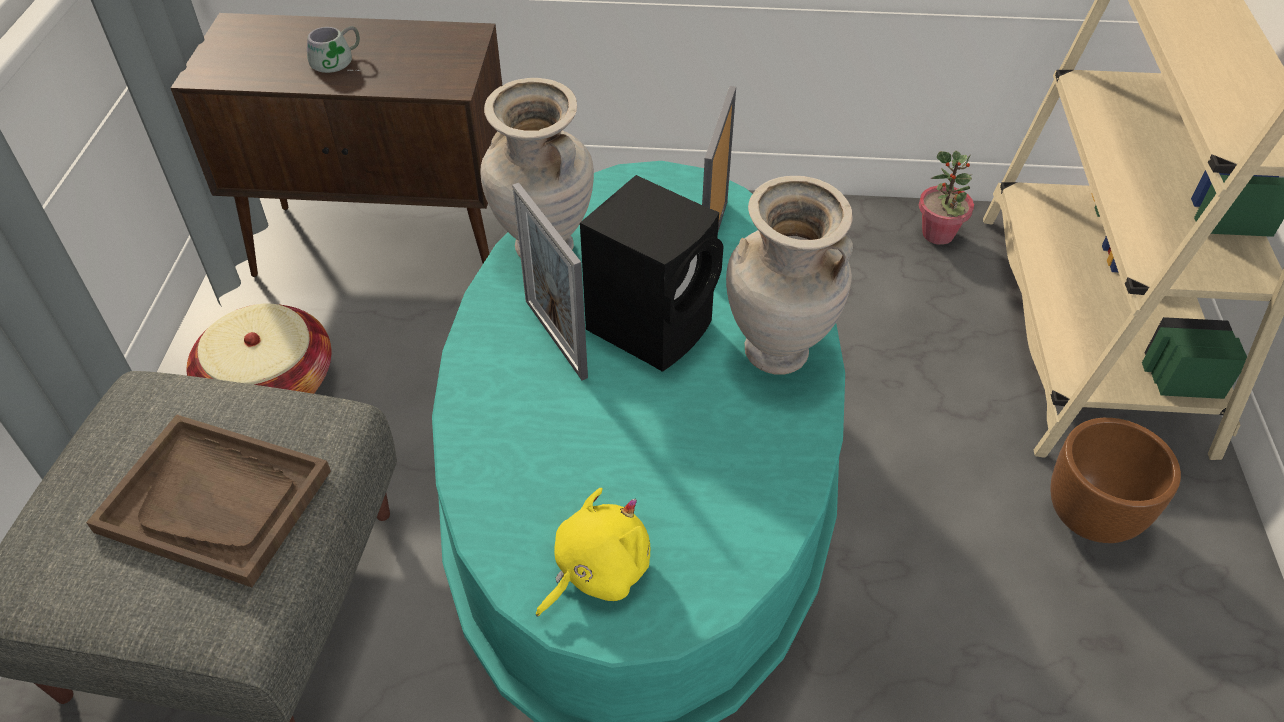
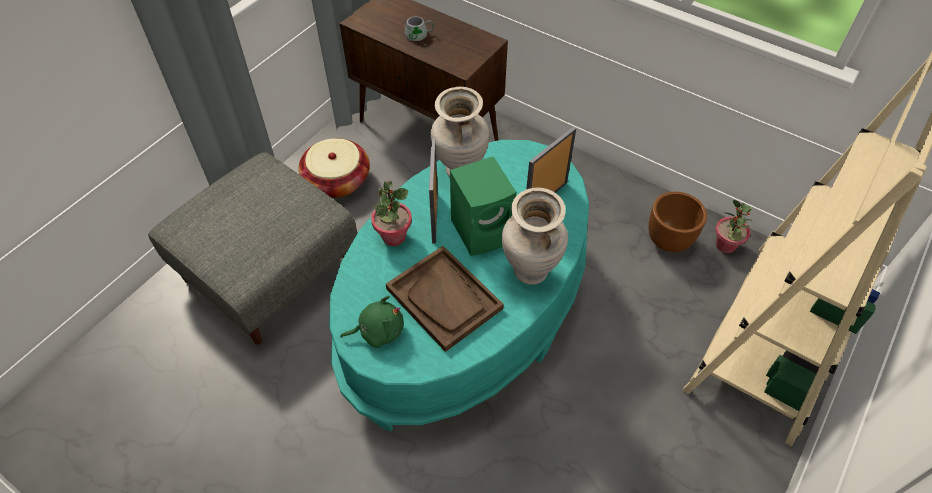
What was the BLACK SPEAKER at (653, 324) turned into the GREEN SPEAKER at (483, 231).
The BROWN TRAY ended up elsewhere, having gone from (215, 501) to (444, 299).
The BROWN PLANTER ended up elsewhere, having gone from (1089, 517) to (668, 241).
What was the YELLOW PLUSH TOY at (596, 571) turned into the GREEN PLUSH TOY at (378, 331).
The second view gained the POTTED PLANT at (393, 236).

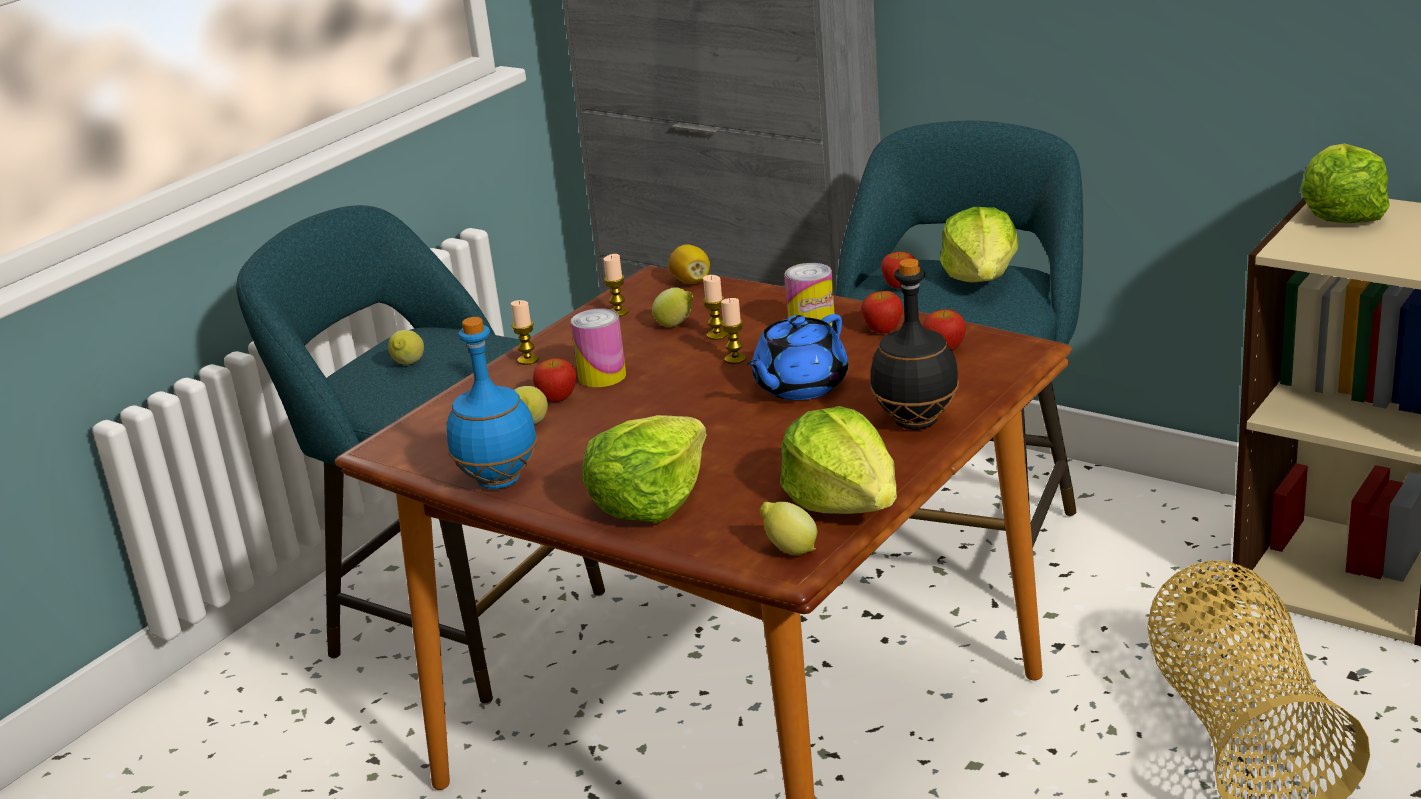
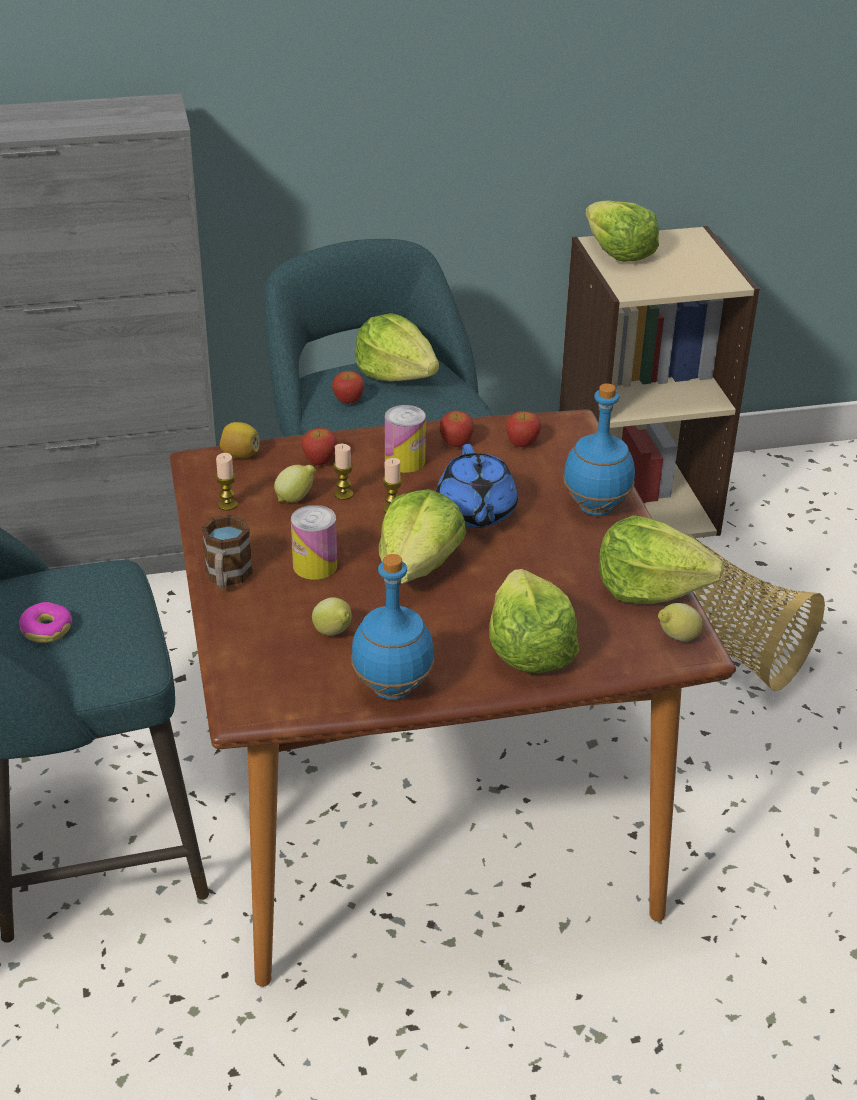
What was the BLACK BOTTLE at (914, 421) turned into the BLUE BOTTLE at (594, 507).
Where the CANDLE stood at (528, 360), the MUG came to stand at (227, 577).
Where the LEMON stood at (408, 365), the DONUT came to stand at (46, 629).
The APPLE ended up elsewhere, having gone from (557, 398) to (320, 460).
The second view gained the LETTUCE at (419, 565).

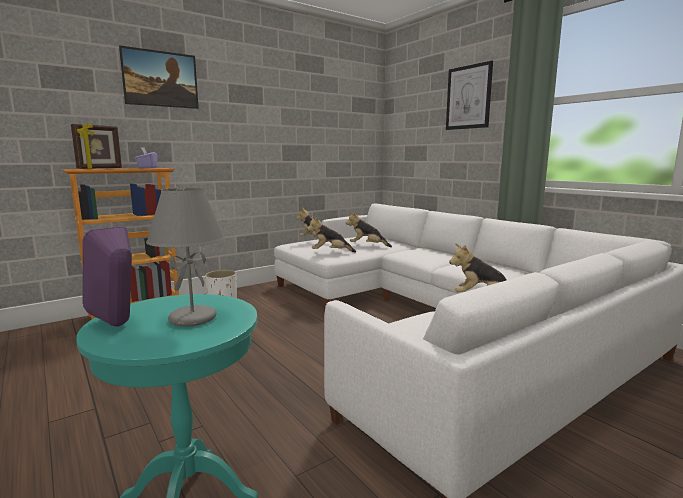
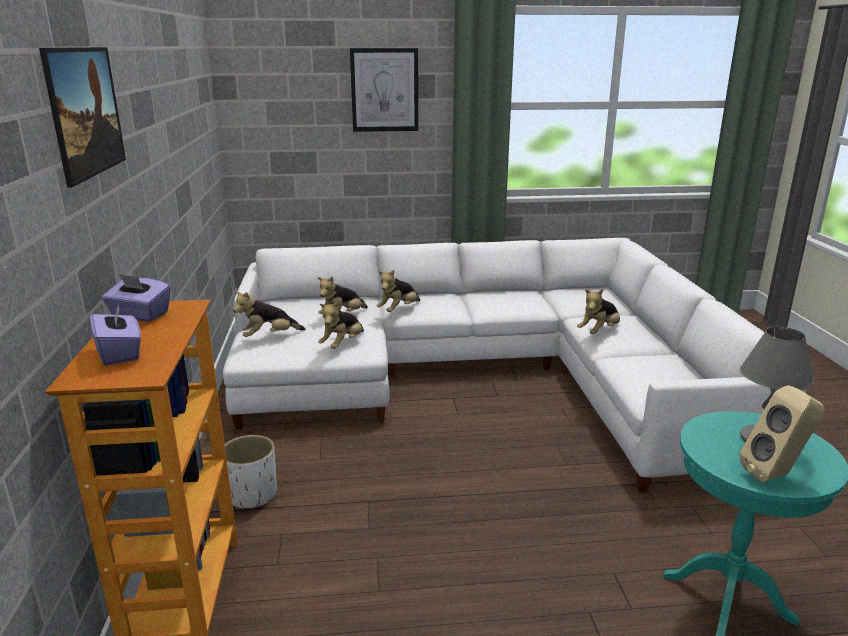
Where the PICTURE FRAME stood at (100, 168), the PURPLE TISSUE BOX came to stand at (120, 353).
What was the PURPLE SPEAKER at (118, 325) turned into the BEIGE SPEAKER at (775, 475).
The second view gained the PLUSH TOY at (399, 310).

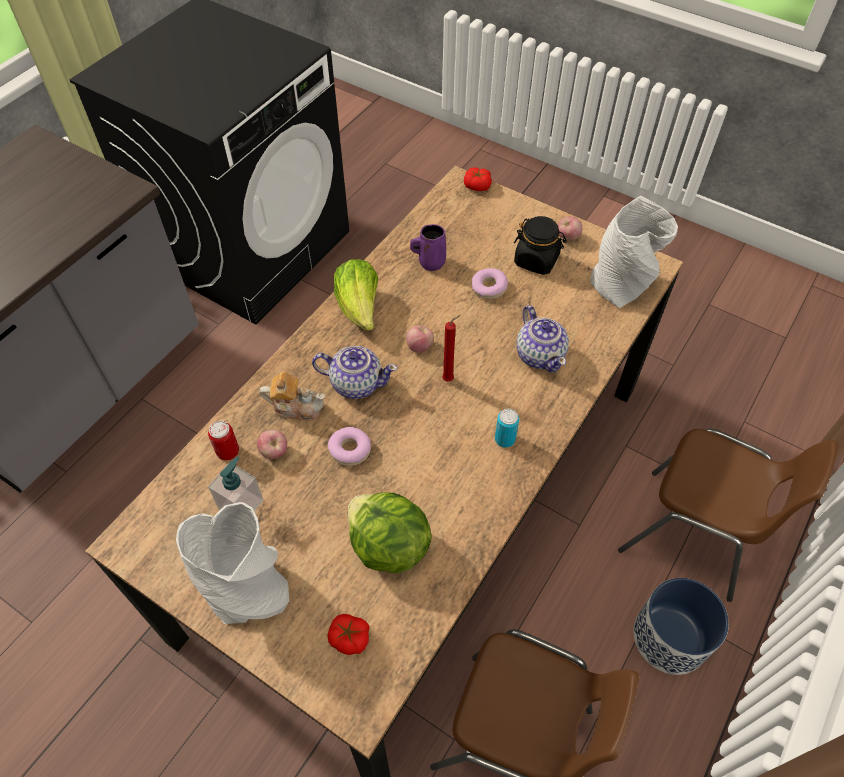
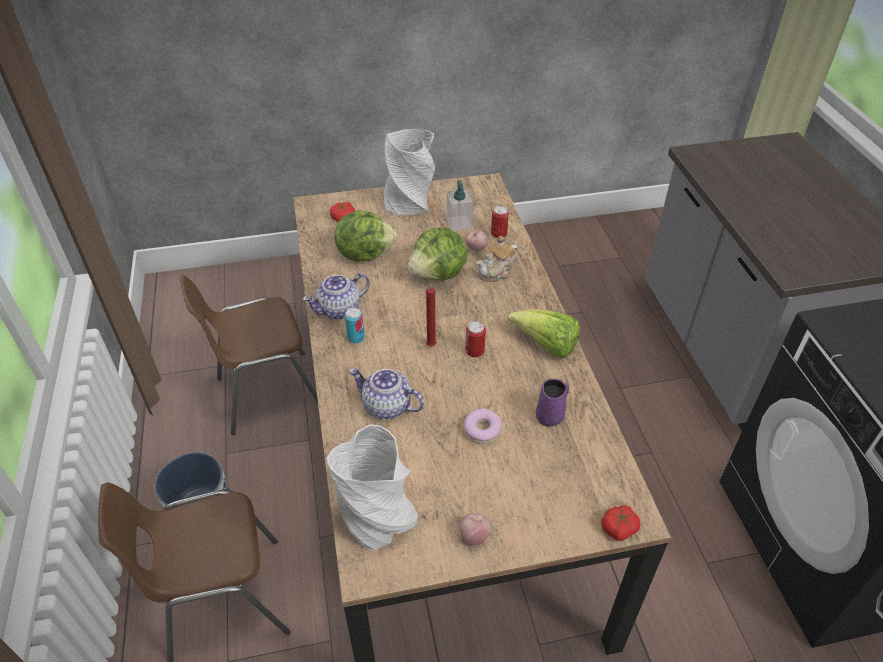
The second view lost the BLACK JAR at (536, 260).
Where the APPLE stood at (419, 347), the CAN came to stand at (474, 351).
The TEAPOT ended up elsewhere, having gone from (356, 383) to (340, 309).
Where the DONUT stood at (350, 450), the LETTUCE came to stand at (439, 274).

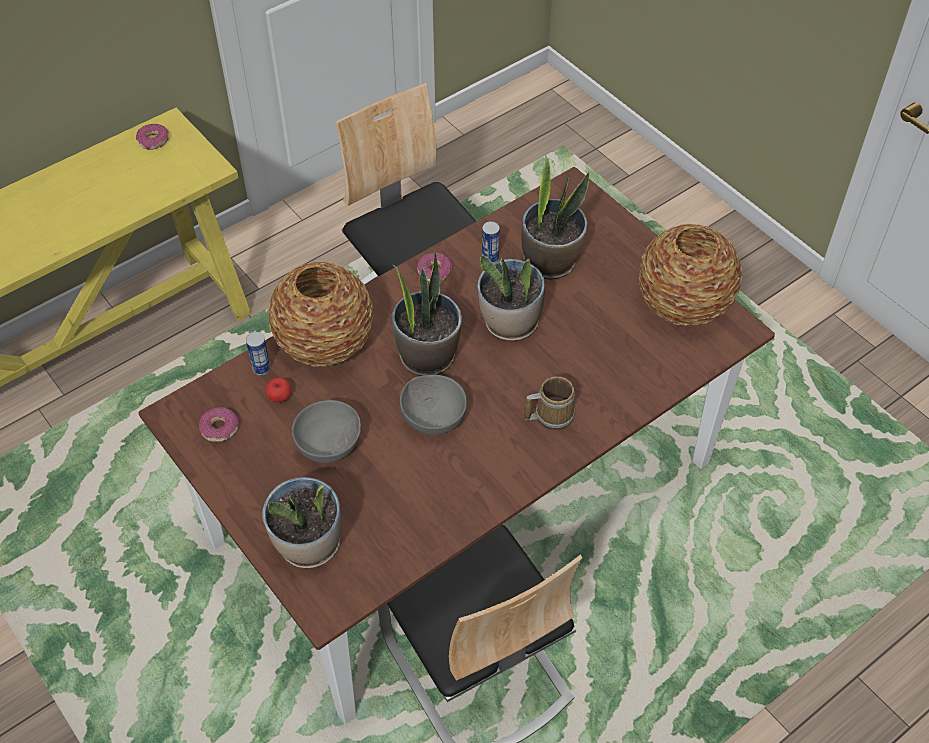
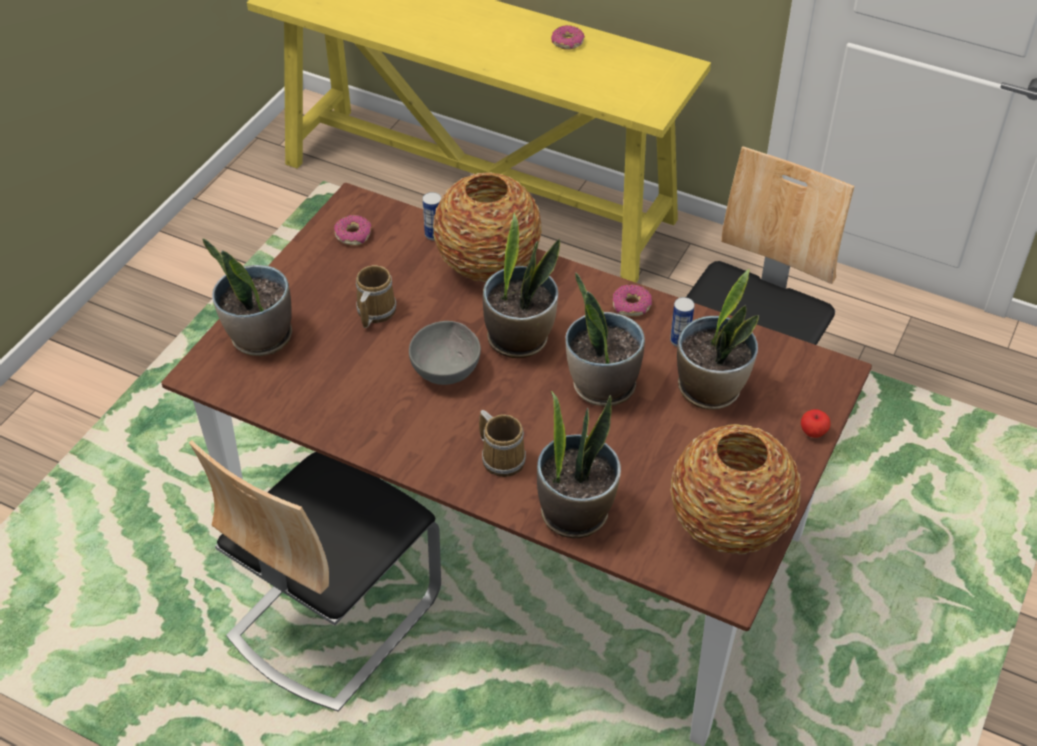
The DONUT ended up elsewhere, having gone from (154, 141) to (567, 43).
The APPLE ended up elsewhere, having gone from (279, 397) to (813, 432).
Where the GREY BOWL stood at (330, 445), the MUG came to stand at (374, 311).
The second view gained the POTTED PLANT at (575, 512).

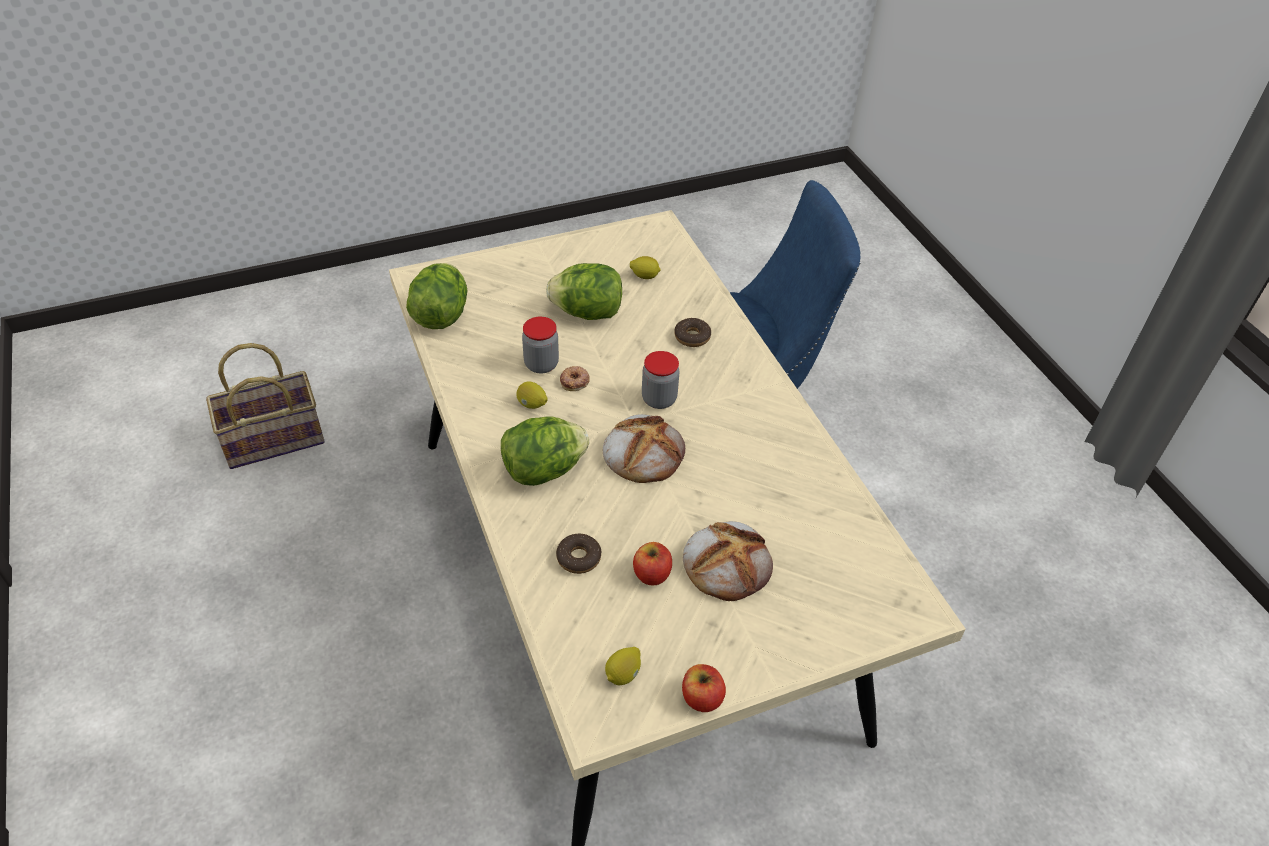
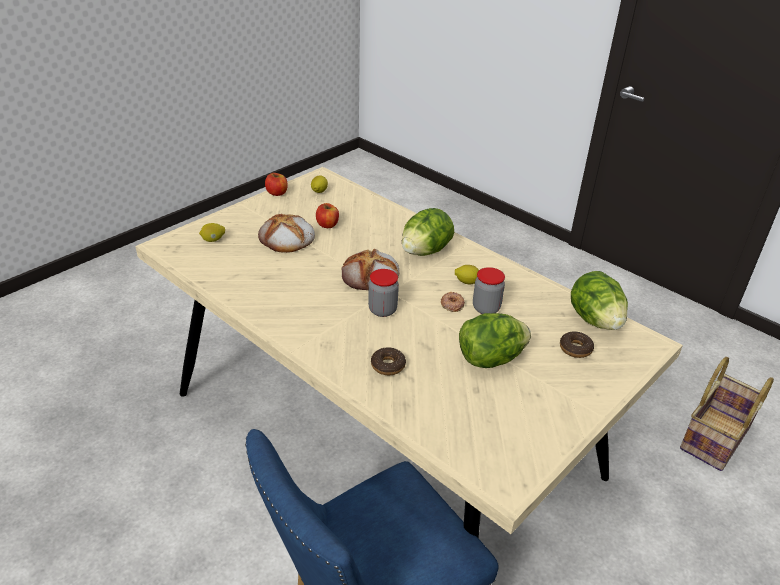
The LEMON ended up elsewhere, having gone from (645, 276) to (213, 240).
The DONUT ended up elsewhere, having gone from (578, 558) to (575, 349).

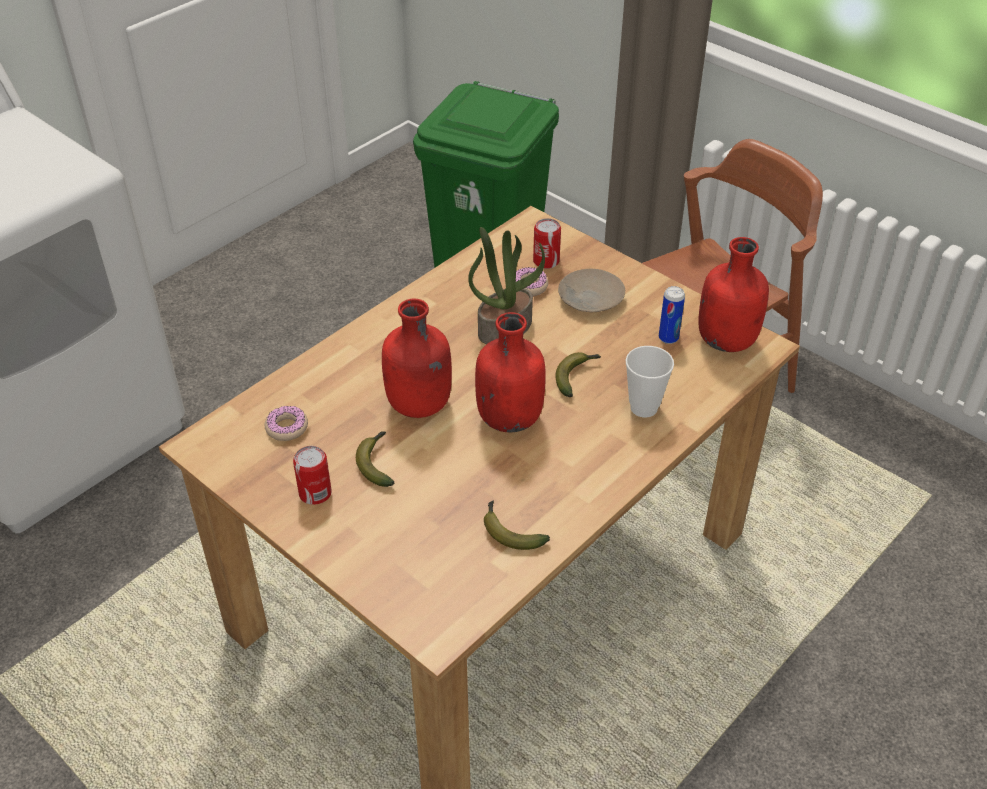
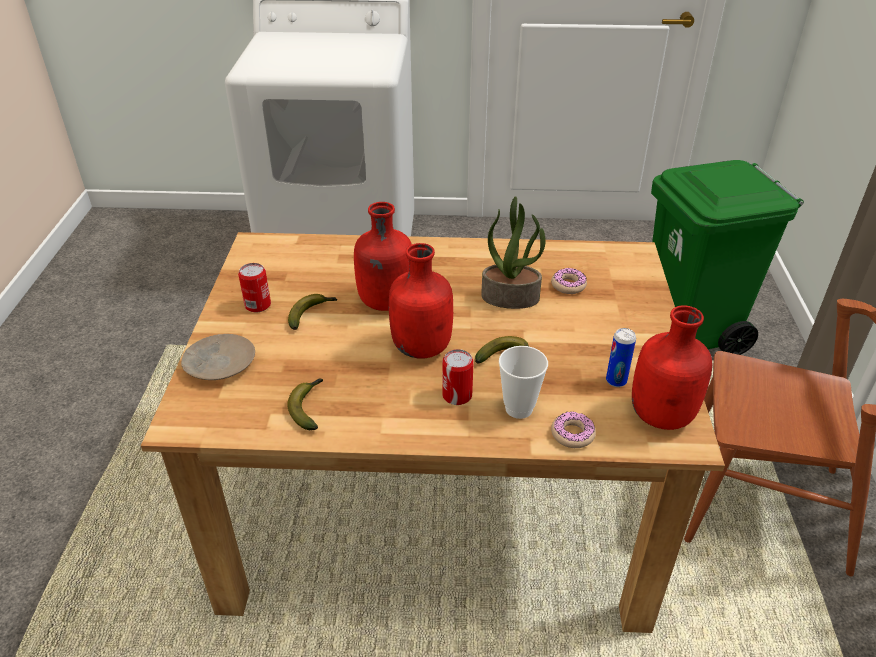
The CAN ended up elsewhere, having gone from (546, 261) to (457, 395).
The BEIGE PLATE ended up elsewhere, having gone from (590, 298) to (219, 364).
The DONUT ended up elsewhere, having gone from (287, 428) to (572, 434).

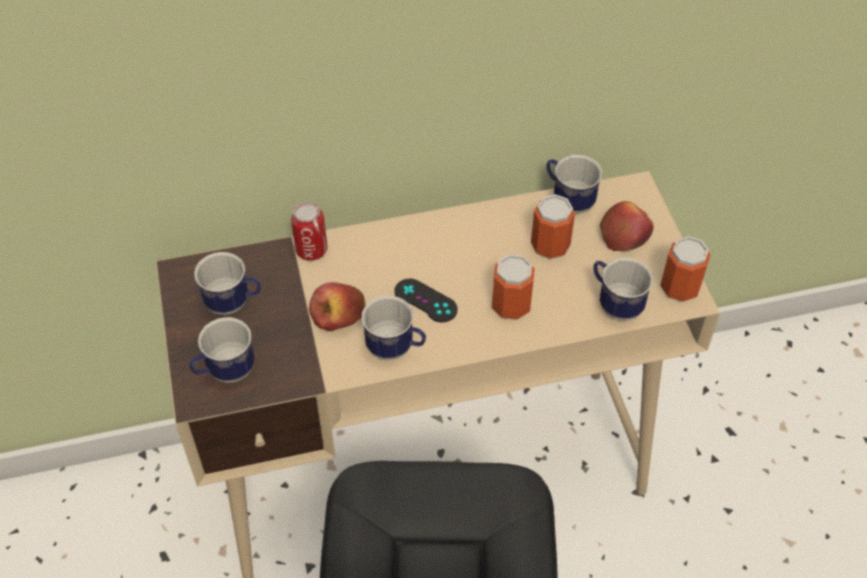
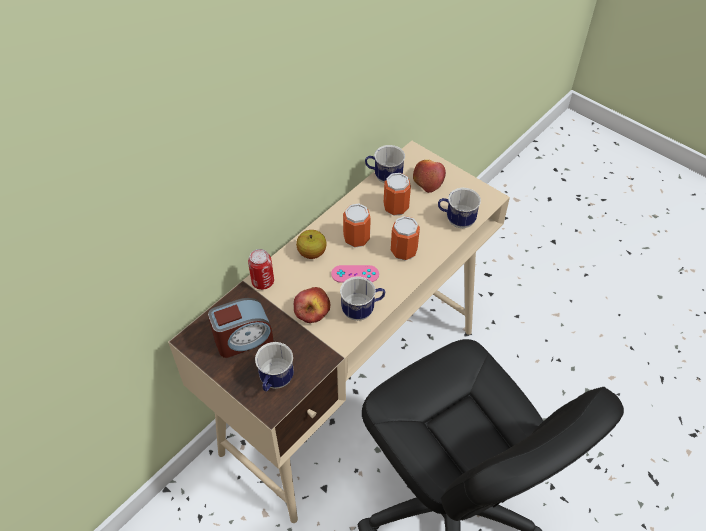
The CAN ended up elsewhere, having gone from (679, 288) to (356, 238).
Where the MUG stood at (234, 303), the ALARM CLOCK came to stand at (243, 339).
What was the BLACK GAME CONTROLLER at (425, 301) turned into the PINK GAME CONTROLLER at (355, 274).
The second view gained the APPLE at (312, 253).

